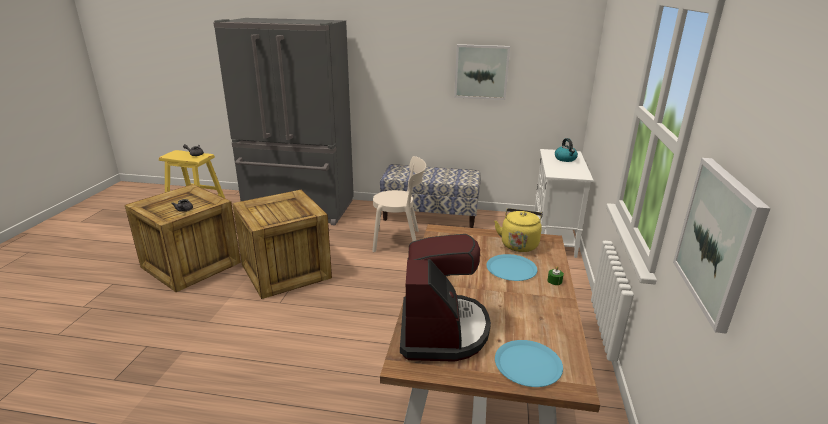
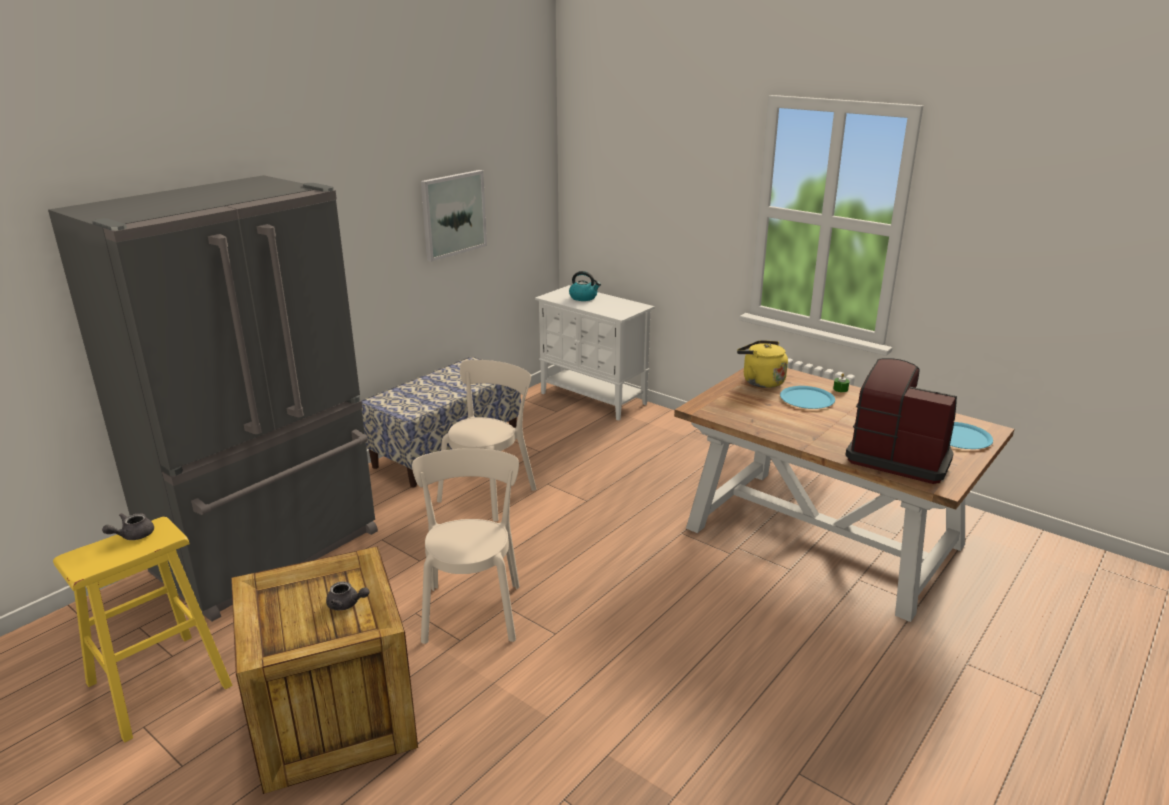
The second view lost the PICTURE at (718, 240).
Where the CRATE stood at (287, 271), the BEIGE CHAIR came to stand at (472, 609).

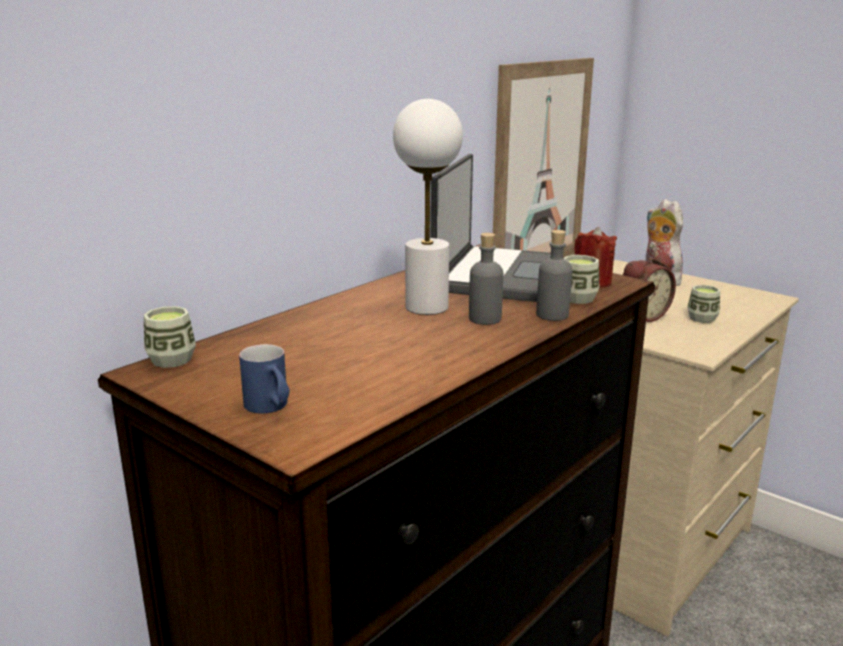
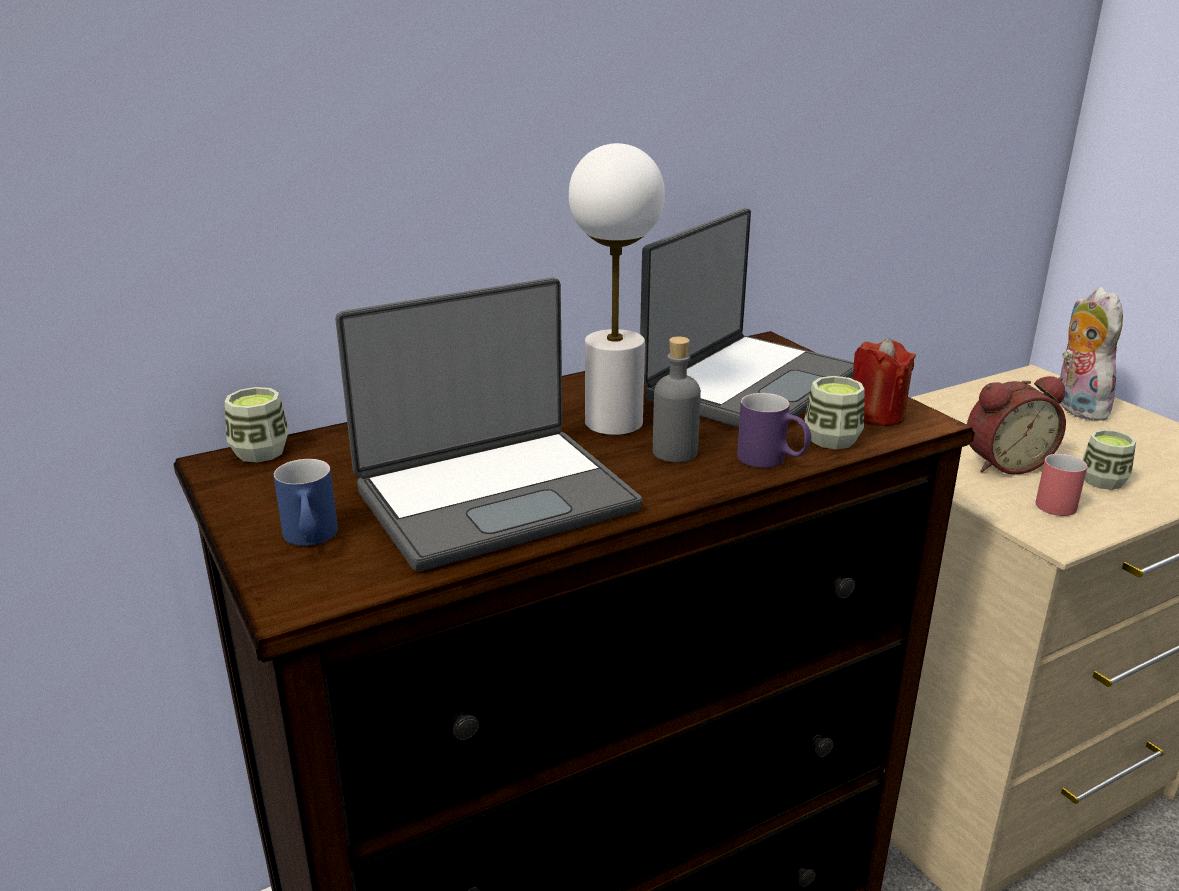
The second view lost the PICTURE at (541, 169).
Where the GREY BOTTLE stood at (552, 315), the PURPLE MUG came to stand at (772, 461).
The second view gained the LAPTOP at (494, 497).
The second view gained the RED MUG at (1056, 501).

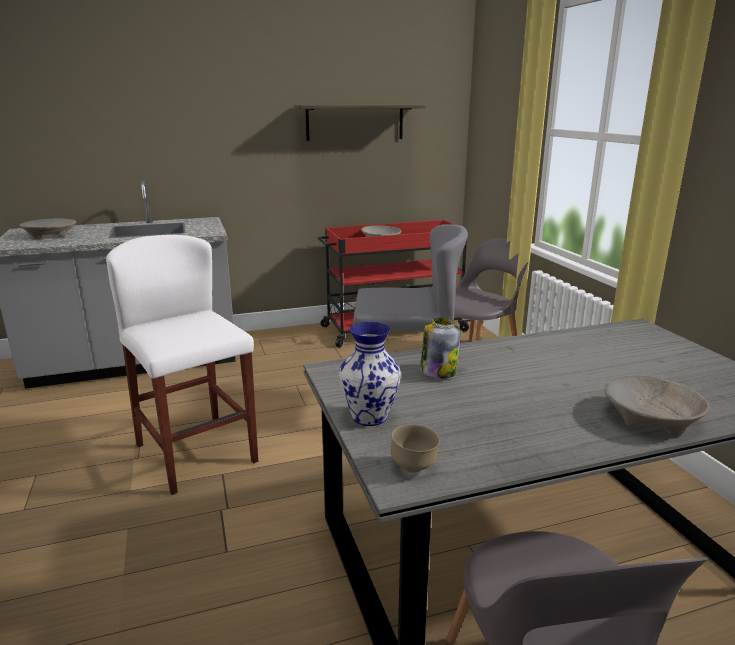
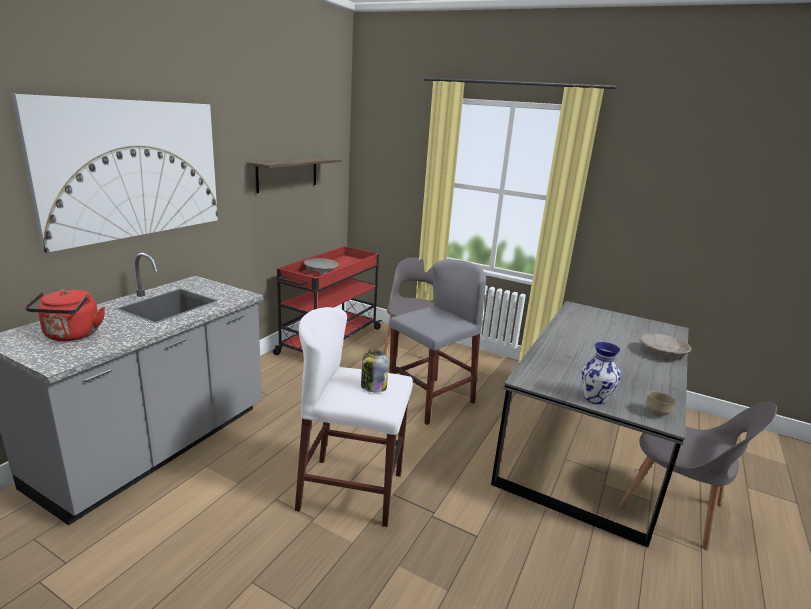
Where the BEIGE BOWL stood at (50, 235), the RED KETTLE came to stand at (71, 336).
The JAR ended up elsewhere, having gone from (438, 371) to (373, 386).
The second view gained the PICTURE at (133, 169).

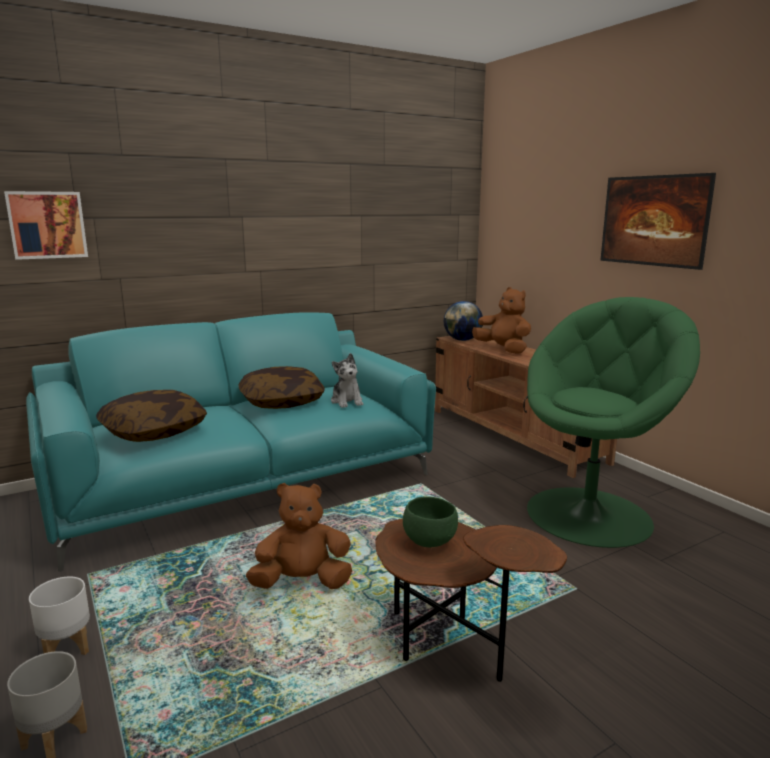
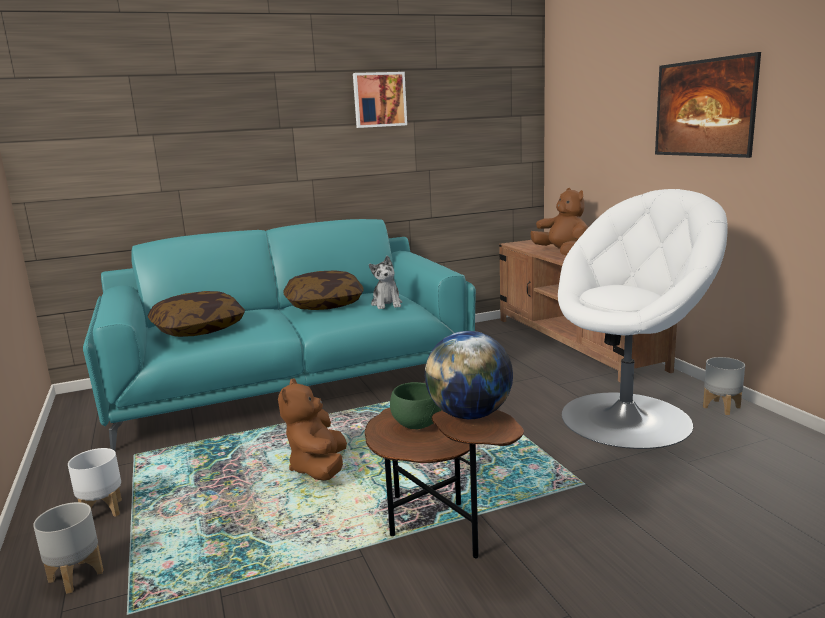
The PICTURE ended up elsewhere, having gone from (47, 225) to (379, 100).
What was the GREEN ARMCHAIR at (590, 514) turned into the WHITE ARMCHAIR at (627, 418).
The GLOBE ended up elsewhere, having gone from (462, 340) to (470, 415).
The BROWN PLUSH TOY at (302, 582) ended up facing another way, 90 degrees counterclockwise from before.
The second view gained the GREY PLANTER at (722, 407).

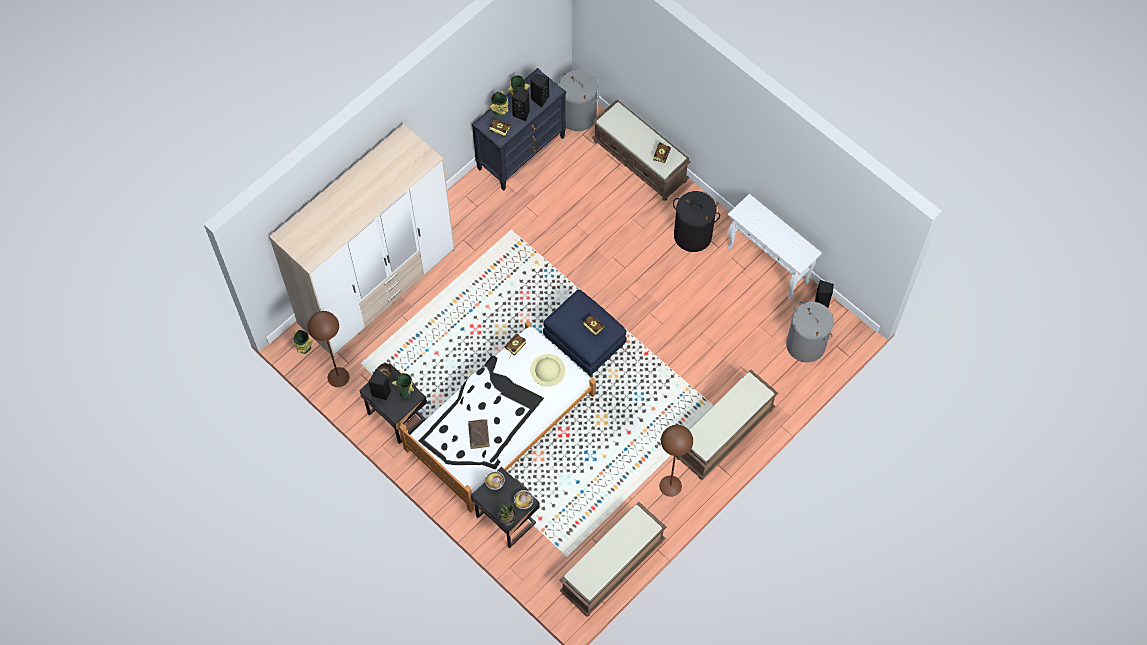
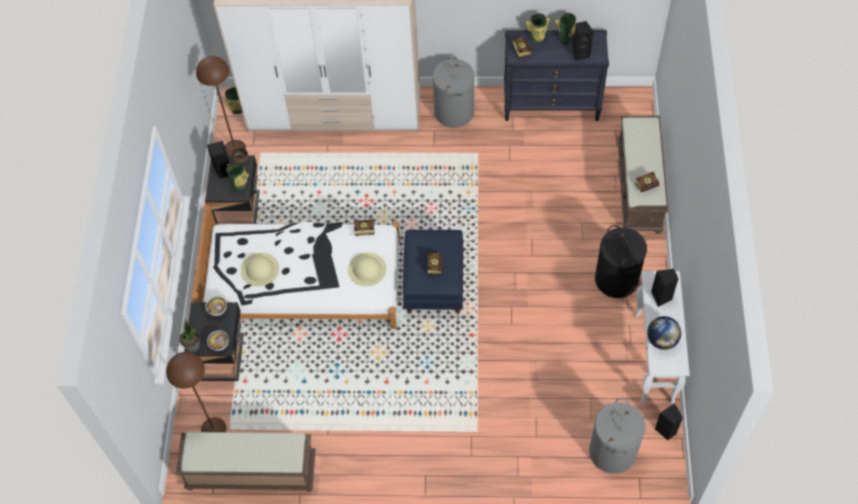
The GREY LAUNDRY BASKET ended up elsewhere, having gone from (578, 115) to (454, 112).
The BLACK SPEAKER ended up elsewhere, having gone from (522, 114) to (662, 297).
The second view lost the BROWN BENCH at (724, 434).
Where the BROWN BOOK stood at (479, 435), the BEIGE HAT came to stand at (259, 269).
The BROWN FLOOR LAMP ended up elsewhere, having gone from (670, 486) to (213, 429).
The second view gained the GLOBE at (662, 340).

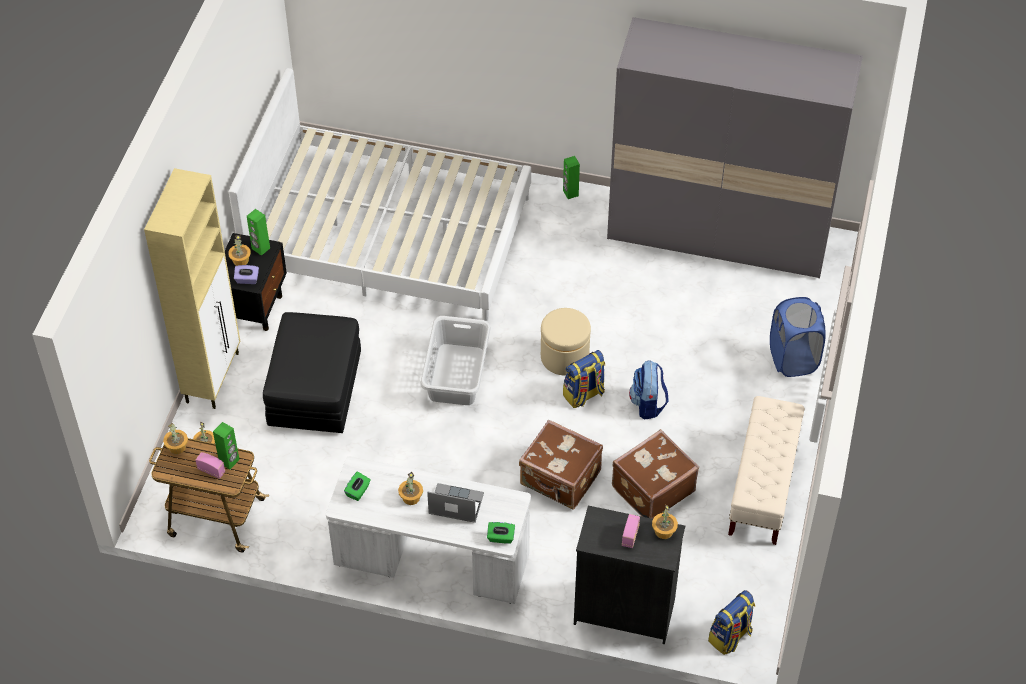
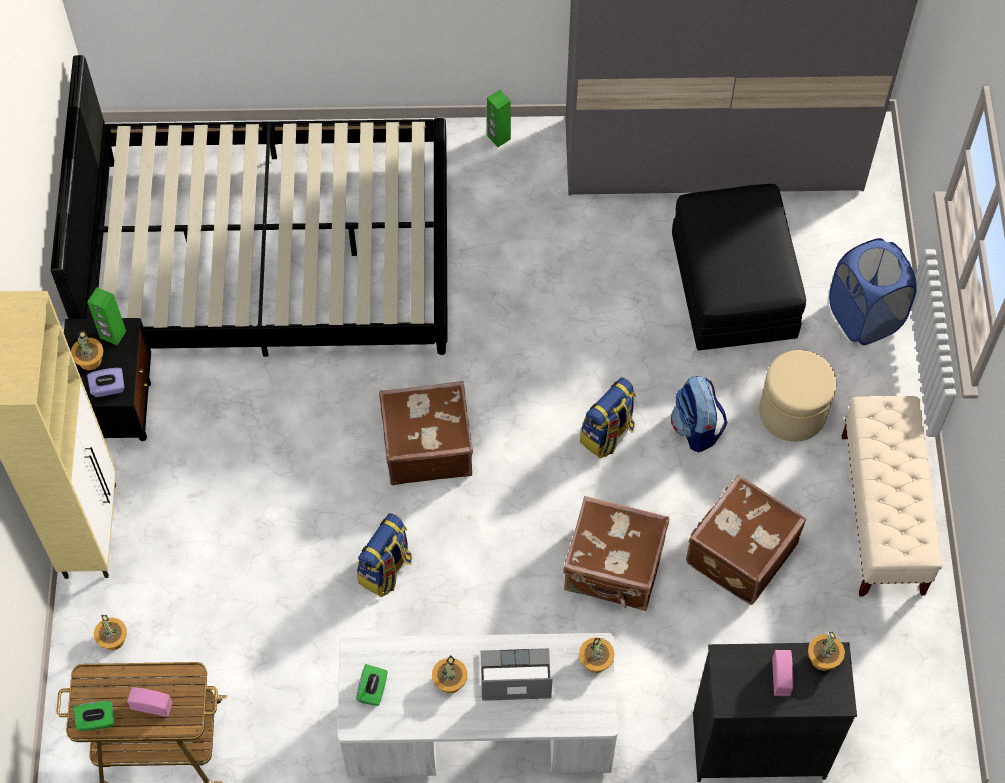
What was the WHITE BED at (388, 234) turned into the BLACK BED at (270, 254).
The BEIGE OTTOMAN ended up elsewhere, having gone from (564, 357) to (792, 412).
The BLACK OTTOMAN ended up elsewhere, having gone from (315, 390) to (734, 288).
Where the GREY LAUNDRY BASKET stood at (455, 375), the BROWN SUITCASE came to stand at (426, 446).
The second view lost the GREEN SPEAKER at (229, 461).
The POTTED PLANT ended up elsewhere, having gone from (177, 447) to (596, 661).
The GREEN TISSUE BOX ended up elsewhere, having gone from (501, 538) to (96, 721).
The BACKPACK ended up elsewhere, having gone from (730, 637) to (385, 571).

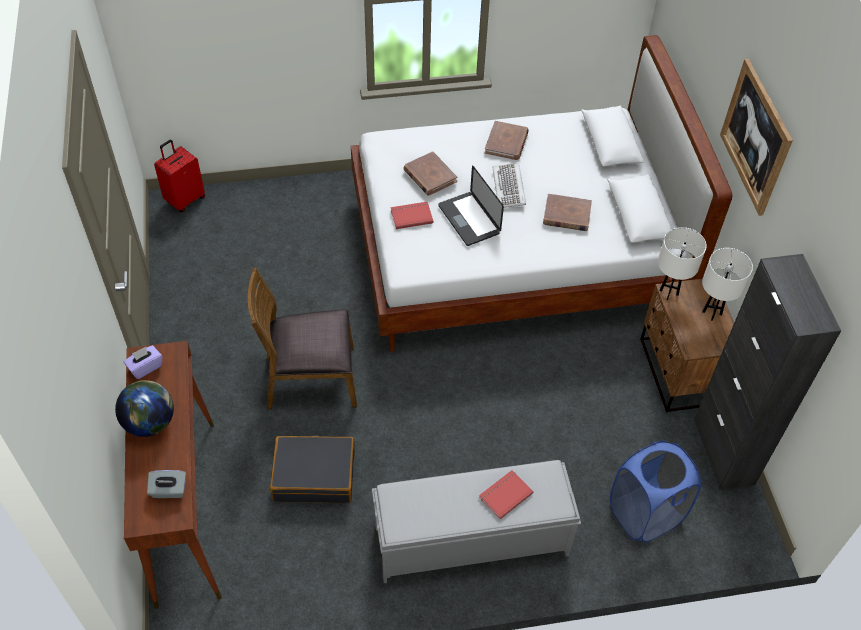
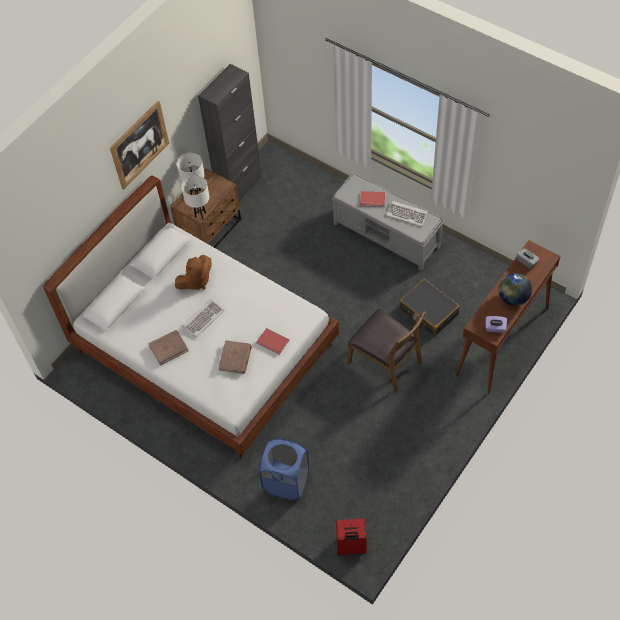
The second view lost the LAPTOP at (469, 219).
Where the BROWN BOOK stood at (566, 215), the BROWN PLUSH TOY came to stand at (196, 281).
The BLUE LAUNDRY BASKET ended up elsewhere, having gone from (645, 514) to (286, 481).
The second view gained the KEYBOARD at (407, 214).

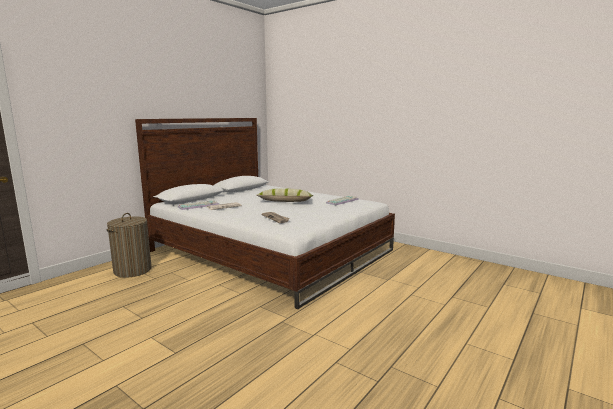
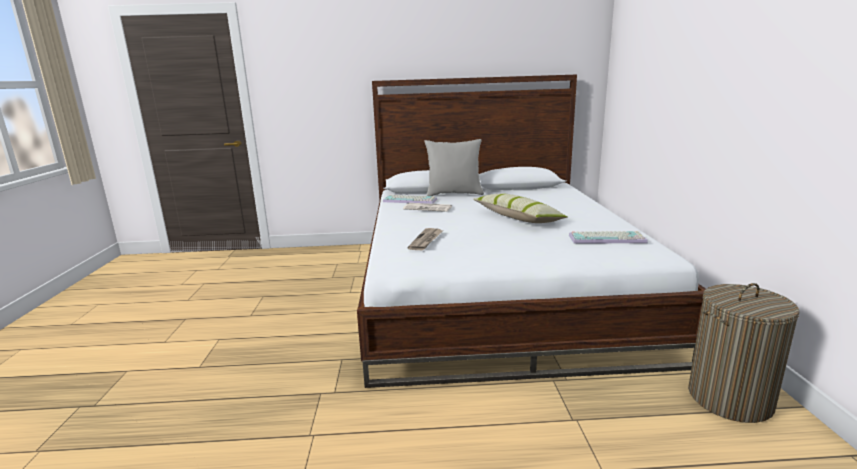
The LAUNDRY BASKET ended up elsewhere, having gone from (132, 270) to (729, 398).
The second view gained the GREY PILLOW at (454, 194).

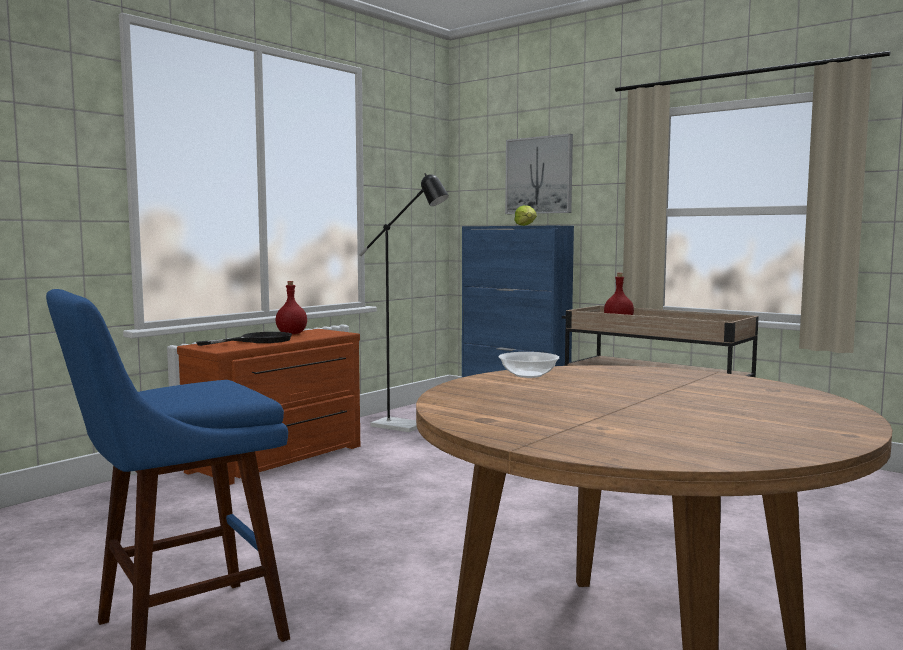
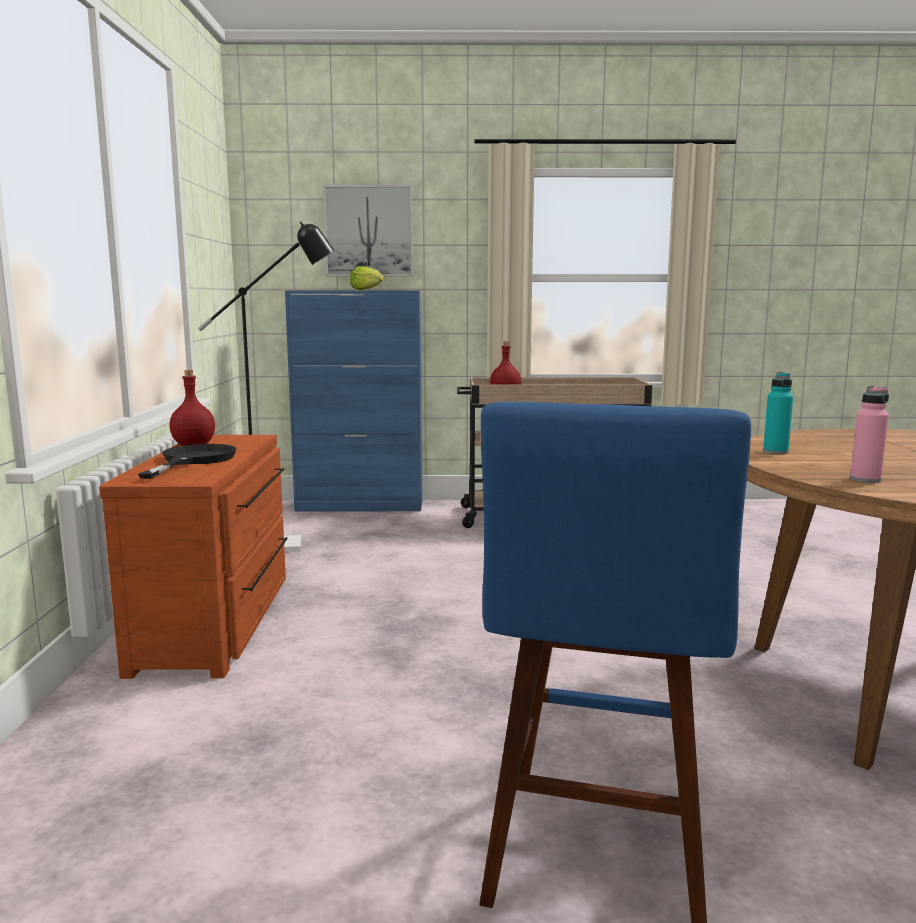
Where the BOWL stood at (528, 375), the TURQUOISE BOTTLE came to stand at (775, 452).
The second view gained the PINK BOTTLE at (865, 480).

